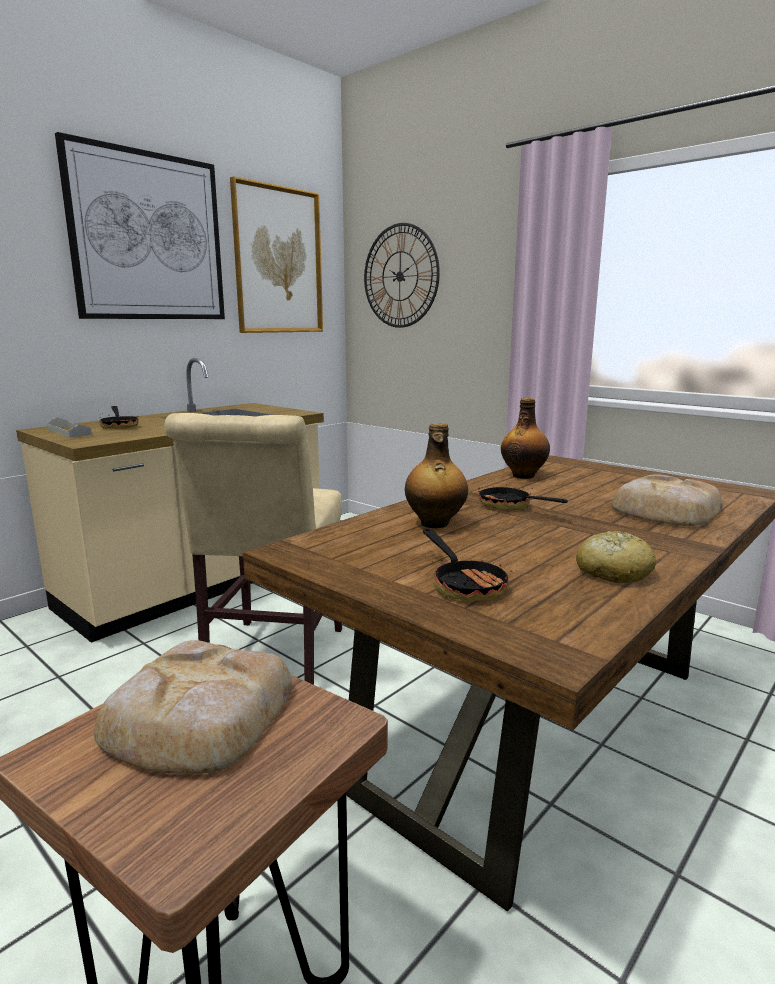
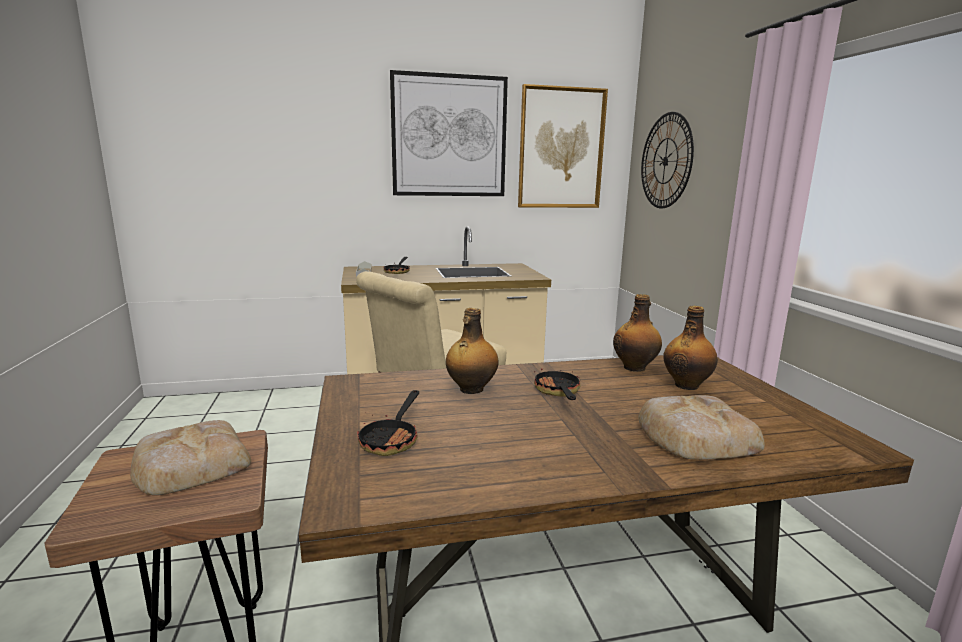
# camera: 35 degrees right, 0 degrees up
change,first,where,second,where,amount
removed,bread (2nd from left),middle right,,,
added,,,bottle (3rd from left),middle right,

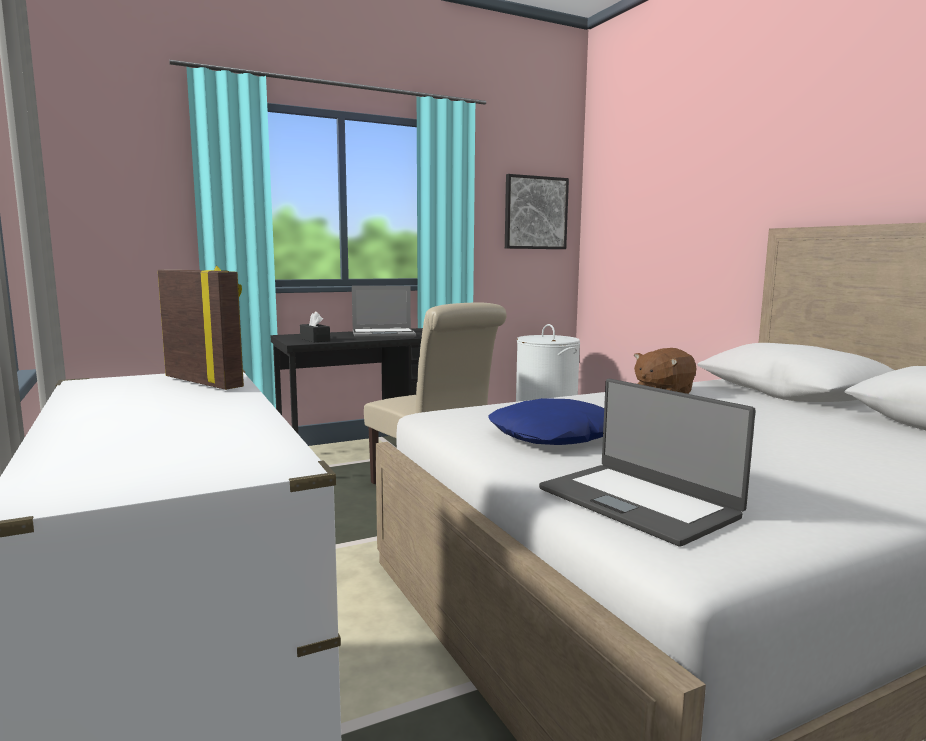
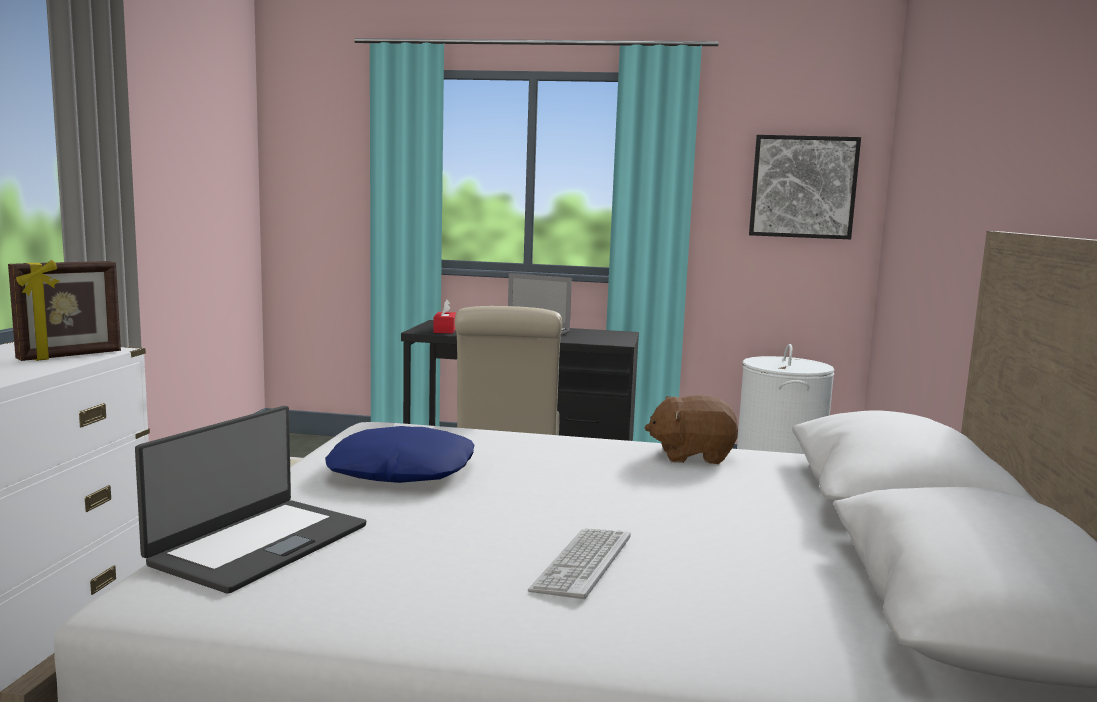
# camera: 35 degrees right, 0 degrees up
change,first,where,second,where,amount
turned,standing_frame,middle left,,middle left,60 degrees clockwise
recoloured,black-coloured_tissue_holder,centre,red-coloured_tissue_holder,centre,
turned,portable_computer (2nd from left in the first image),middle right,portable_computer (1st from left),bottom left,150 degrees counterclockwise
added,,,PC_keyboard,bottom centre,

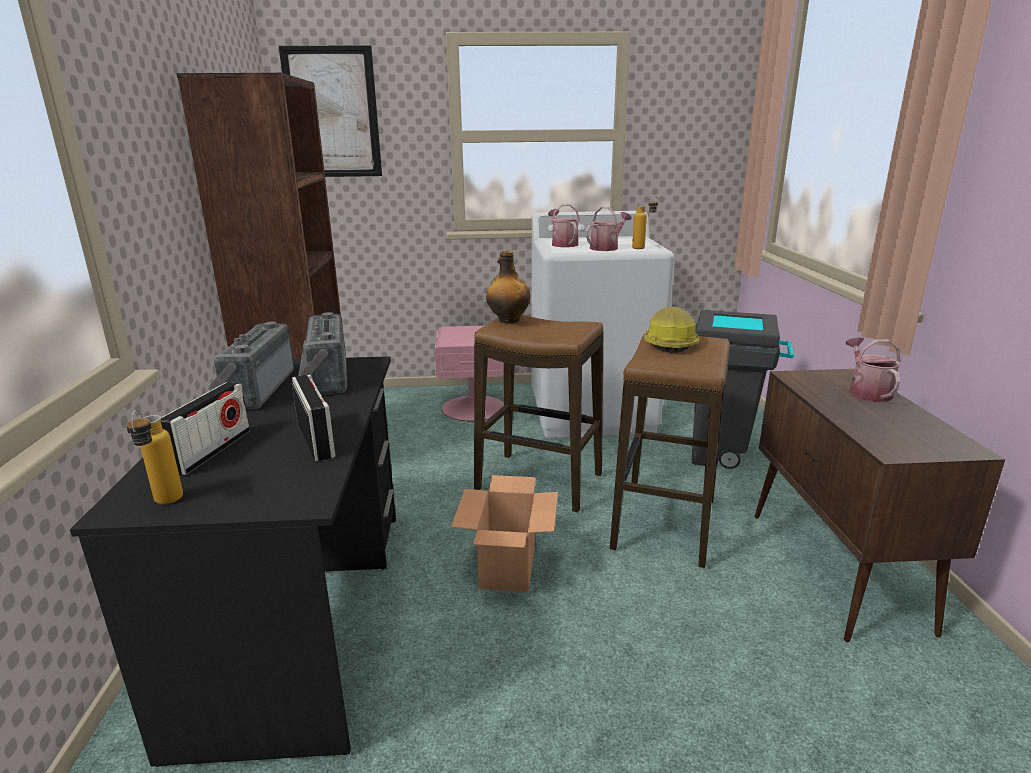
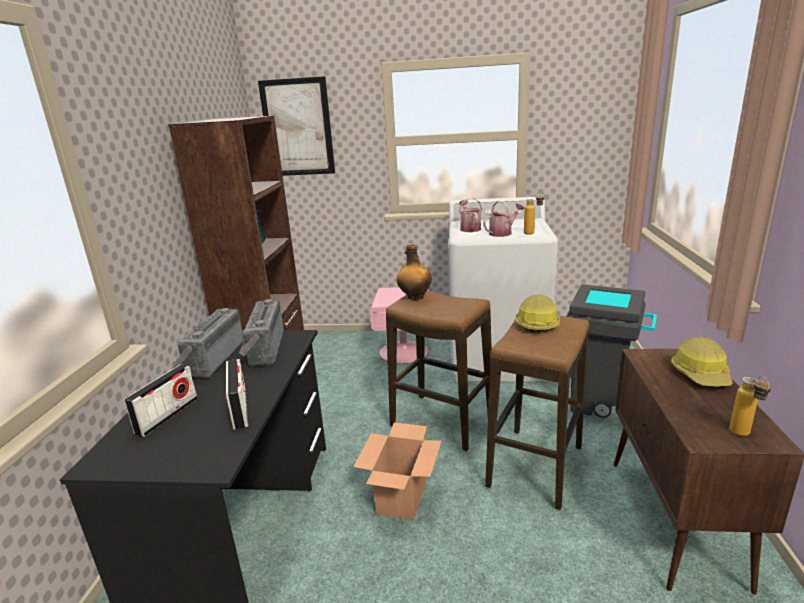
# camera: 10 degrees right, 0 degrees up
change,first,where,second,where,amount
replaced,watering_can (3rd from left),middle right,work_helmet (2nd from left),middle right,
moved,bottle (1st from left in the first image),middle left,bottle (3rd from left),bottom right,

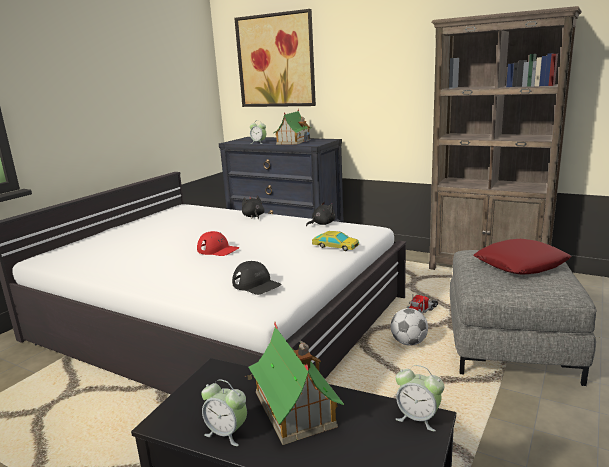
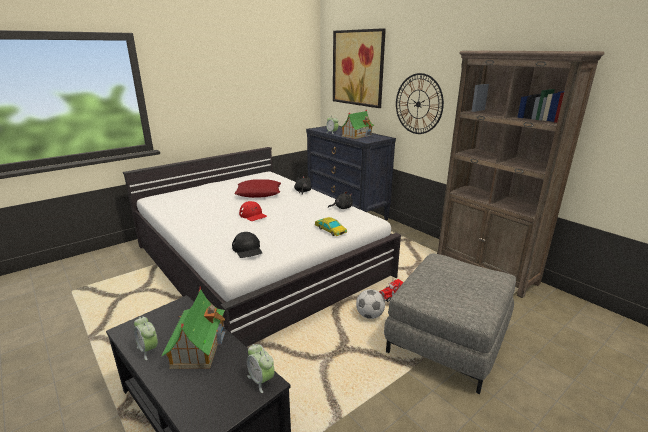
# camera: 20 degrees right, 5 degrees up
change,first,where,second,where,amount
moved,red-coloured_pillow,middle right,,centre,
added,,,wall_clock,top centre,

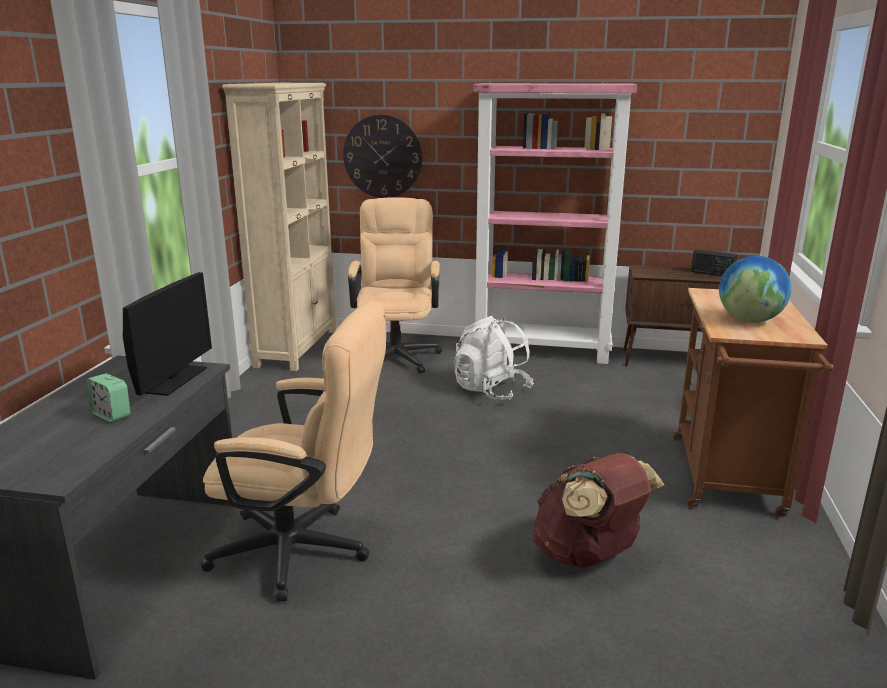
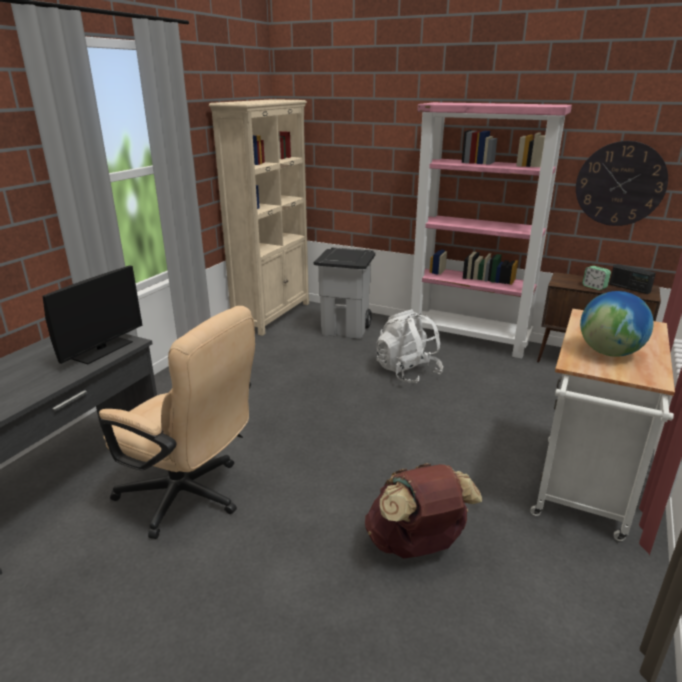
# camera: 15 degrees right, 5 degrees up
change,first,where,second,where,amount
moved,wall_clock,top centre,,top right,
replaced,sand-coloured_computer_chair (2nd from left),centre,grey_rubbish_bin,centre,
recoloured,brownish_trolley,middle right,whitish_trolley,middle right,
moved,alarm_clock,middle left,,middle right,

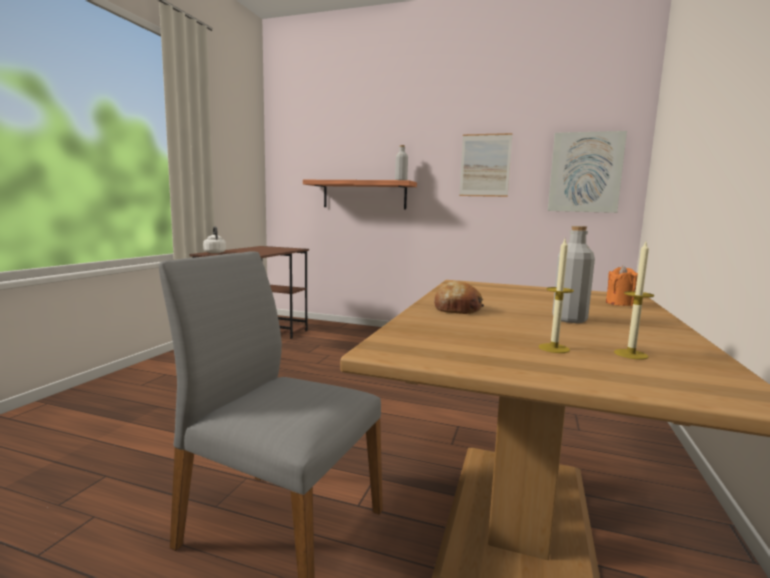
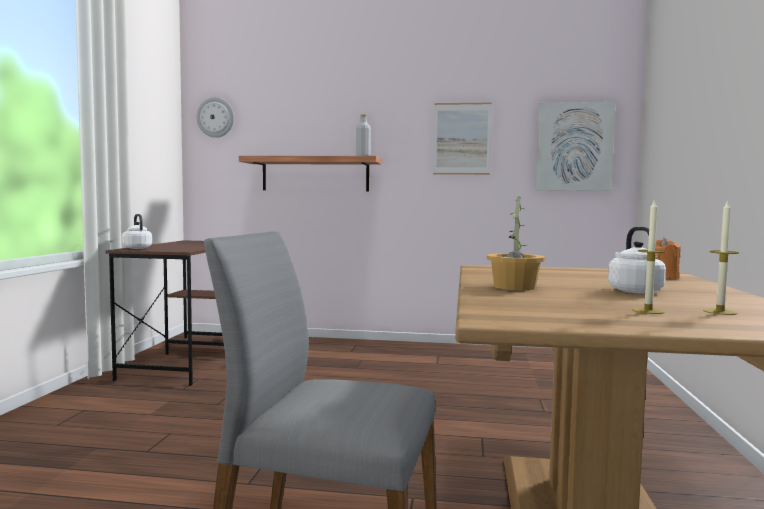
# camera: 10 degrees left, 5 degrees down
change,first,where,second,where,amount
replaced,grey_bottle (2nd from left),middle right,whitish_water_kettle (2nd from left),middle right,
replaced,bread,centre,plant_in_a_pot,middle right,
added,,,wall_clock,top left,

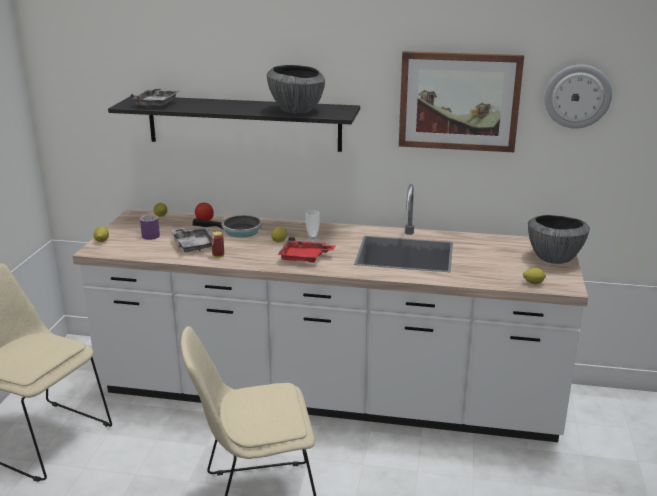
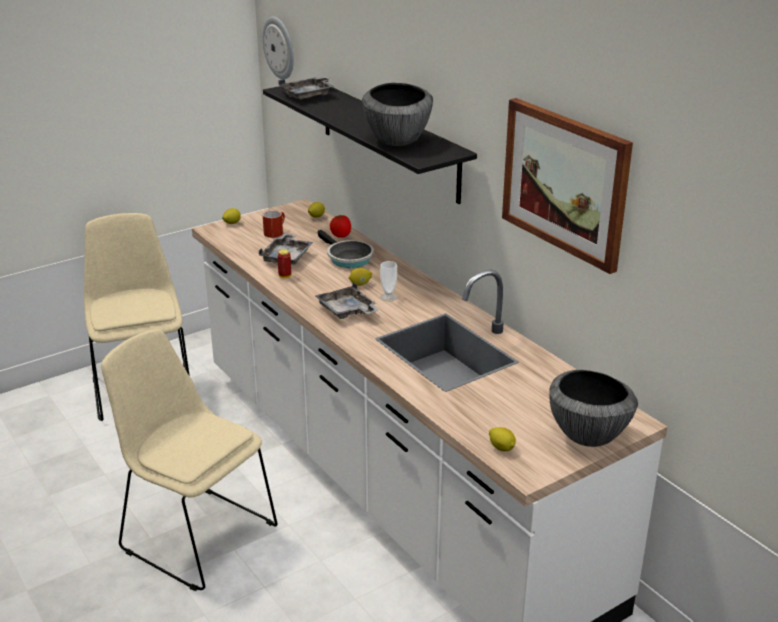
# camera: 45 degrees right, 5 degrees up
change,first,where,second,where,amount
moved,wall_clock,top right,,top centre,
recoloured,purplish_mug,middle left,red-coloured_mug,centre,
recoloured,red-coloured_tray,centre,grey_tray (3rd from left),centre,

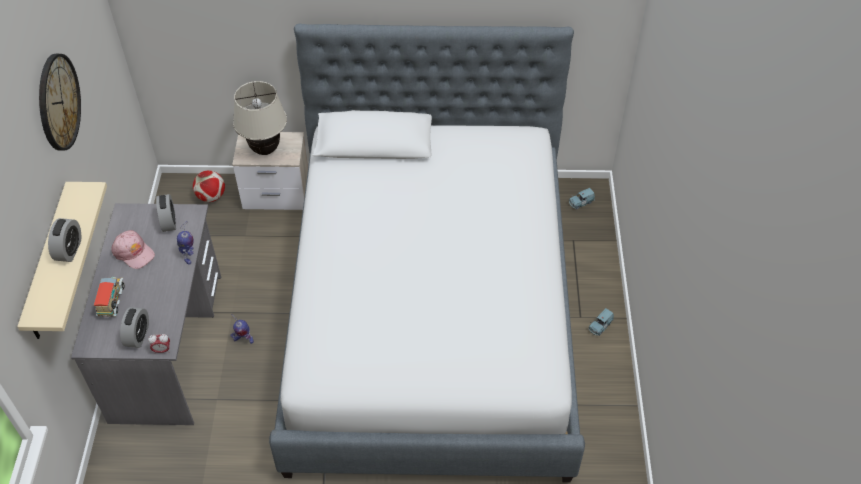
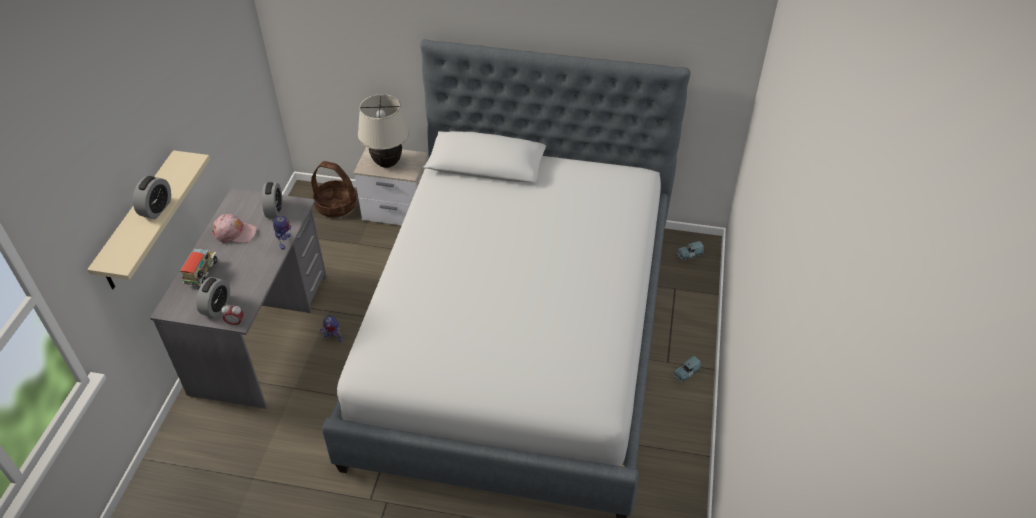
# camera: 10 degrees right, 5 degrees down
change,first,where,second,where,amount
removed,wall_clock,top left,,,
replaced,football,middle left,basket,middle left,
turned,pink_peaked_cap,middle left,,middle left,45 degrees counterclockwise

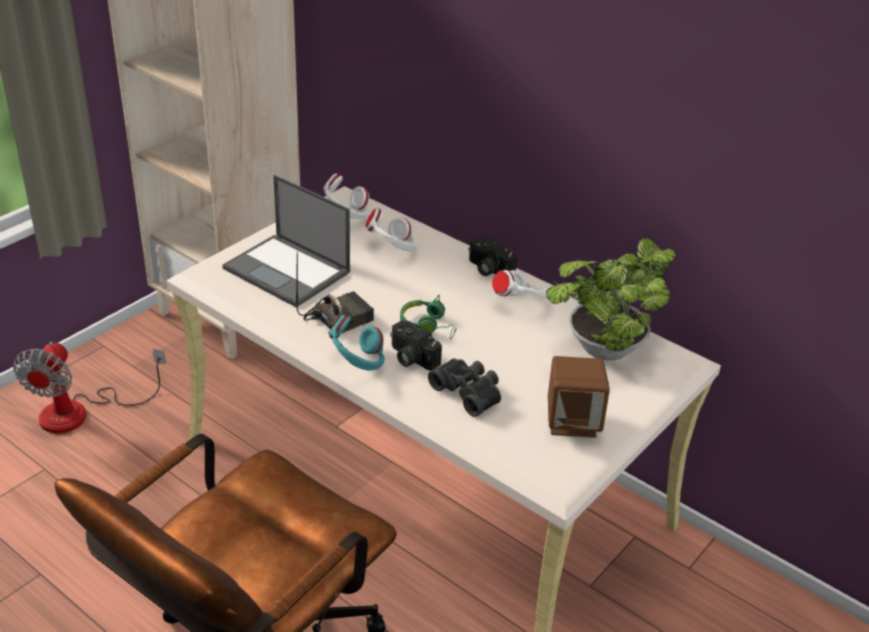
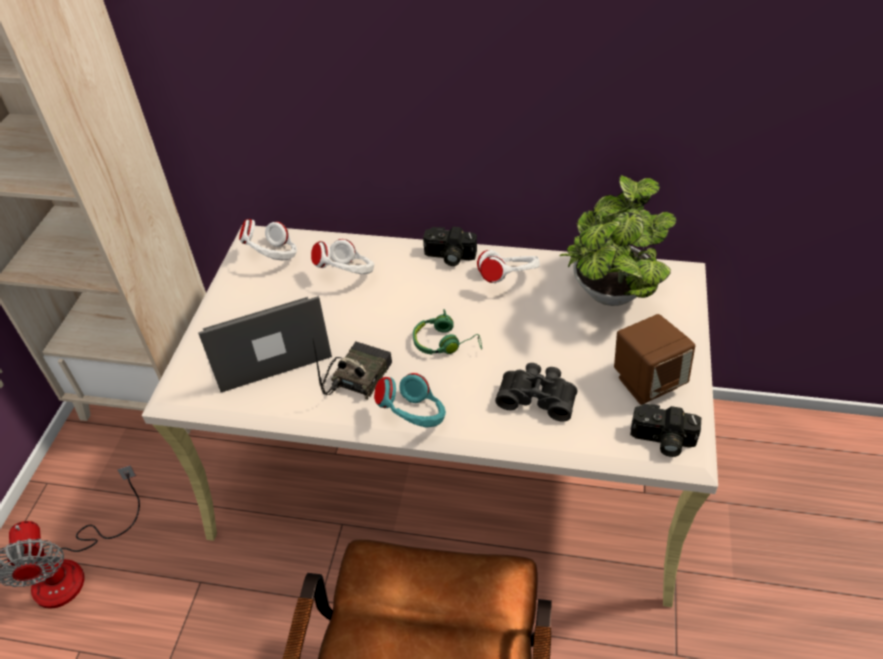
# camera: 25 degrees left, 10 degrees up
change,first,where,second,where,amount
turned,portable_computer,middle left,,middle left,150 degrees clockwise
moved,still_camera (1st from left in the first image),centre,still_camera (2nd from left),middle right,

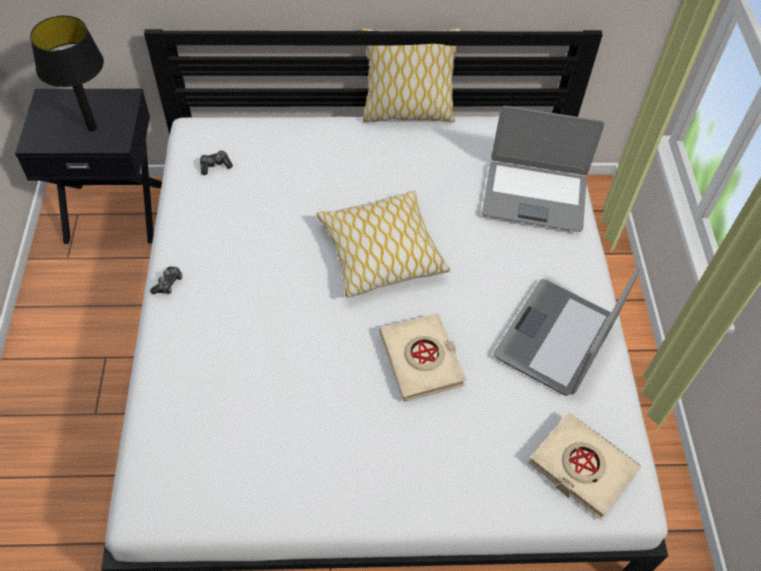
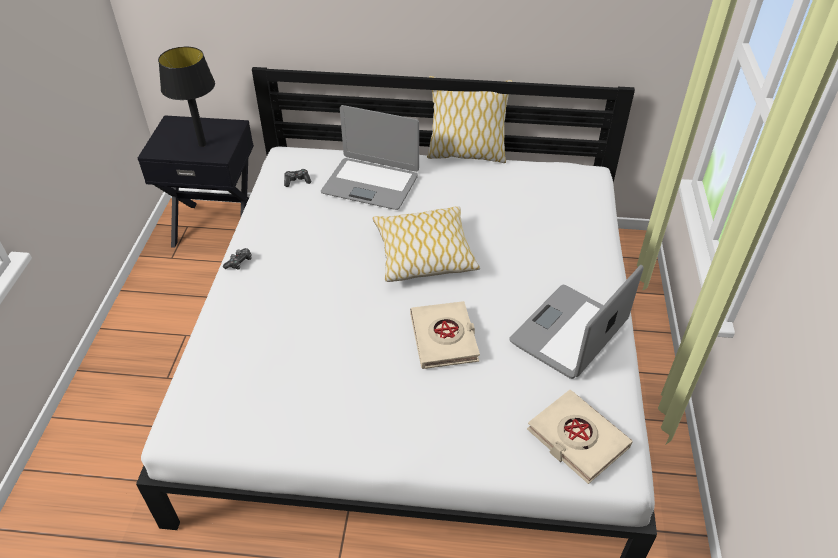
# camera: 10 degrees right, 10 degrees down
change,first,where,second,where,amount
moved,portable_computer (1st from left),top right,,top centre,

